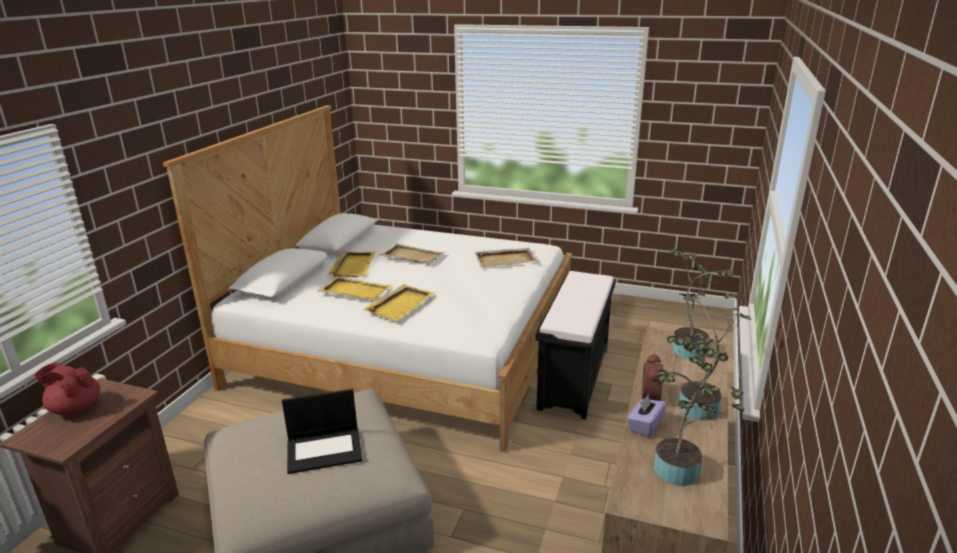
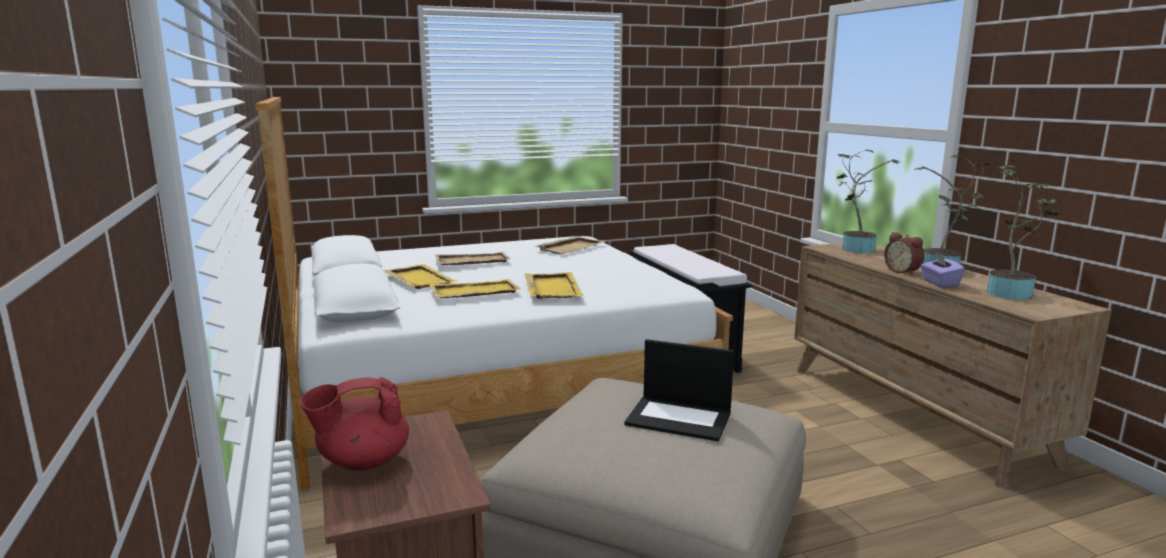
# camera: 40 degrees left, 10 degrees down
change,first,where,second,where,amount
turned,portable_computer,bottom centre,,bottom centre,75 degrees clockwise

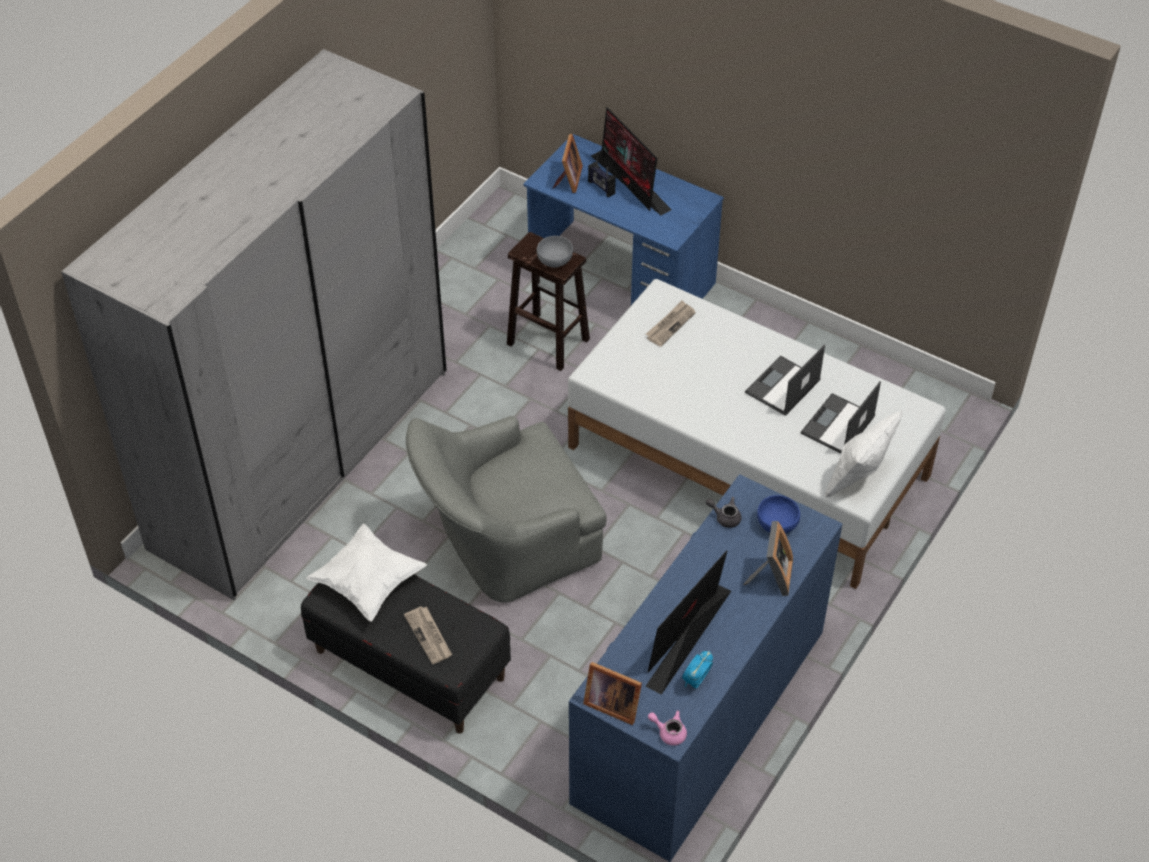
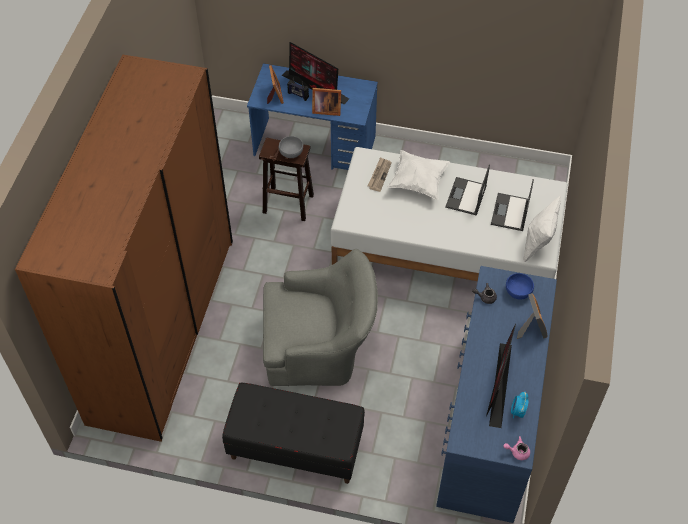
# camera: 20 degrees left, 5 degrees up
change,first,where,second,where,amount
recoloured,grey_armoire,middle left,brownish_armoire,middle left,
turned,grey_easy_chair,centre,,centre,135 degrees counterclockwise
moved,whitish_pillow (1st from left),middle left,,centre,
removed,newspaper (1st from left),bottom centre,,,
moved,standing_frame (2nd from left),bottom centre,,top centre,

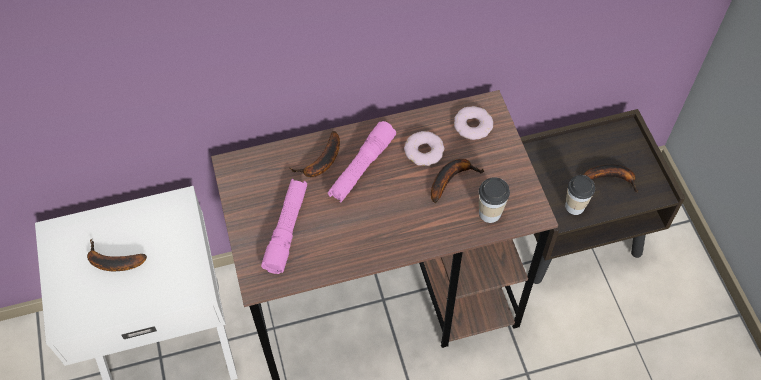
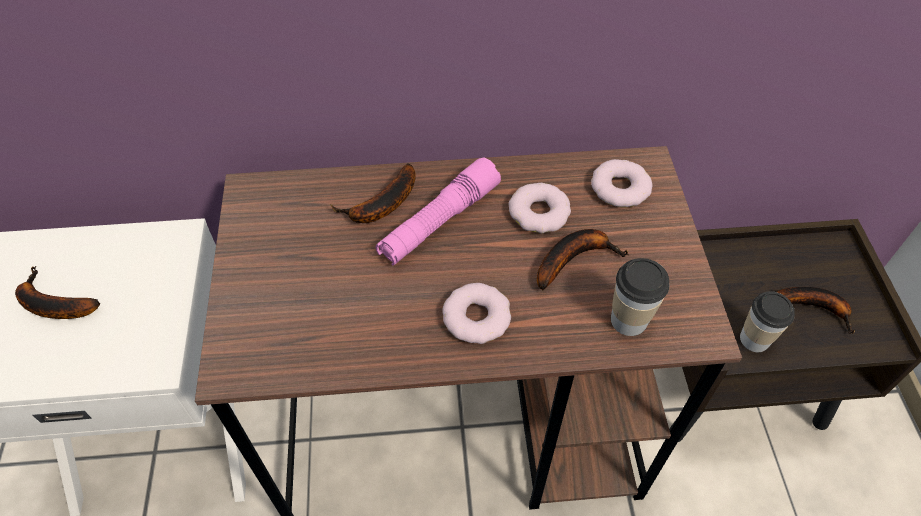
# camera: 10 degrees right, 5 degrees down
change,first,where,second,where,amount
removed,pink_flashlight (1st from left),centre,,,
added,,,ring_doughnut (1st from left),centre,

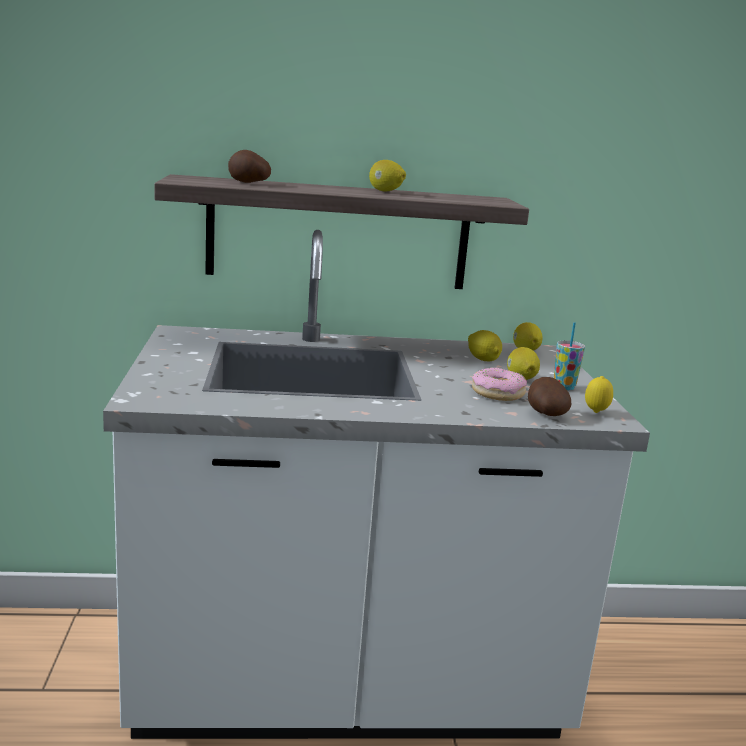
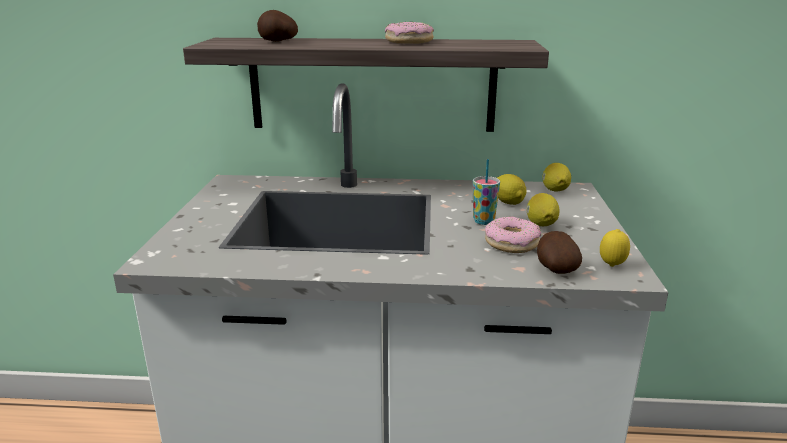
# camera: 10 degrees right, 5 degrees up
change,first,where,second,where,amount
replaced,lemon (1st from left),top centre,ring_doughnut (1st from left),top centre,
moved,cup,middle right,,centre,

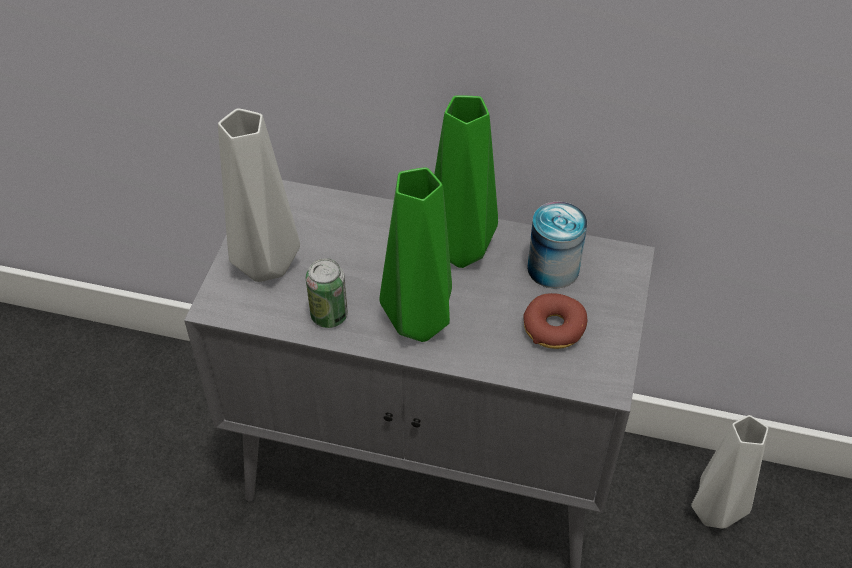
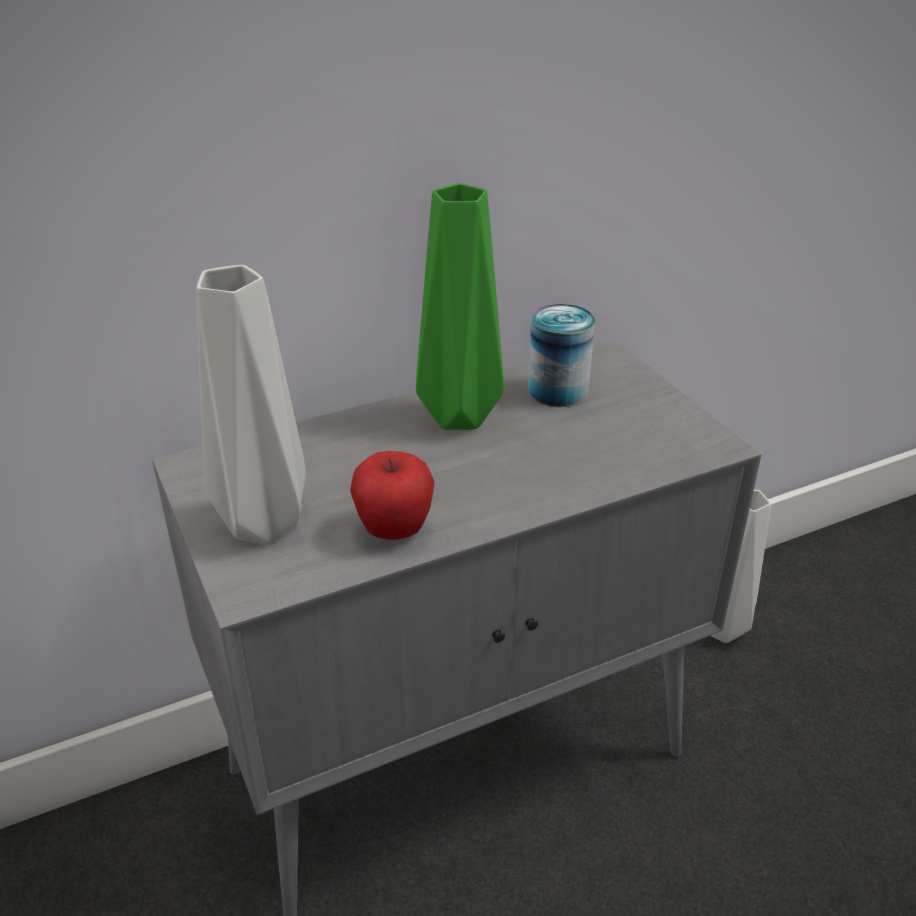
# camera: 40 degrees left, 15 degrees down
change,first,where,second,where,amount
removed,green_vase (1st from left),centre,,,
replaced,can (1st from left),centre,whole_apple,centre,
removed,ring_doughnut,centre,,,

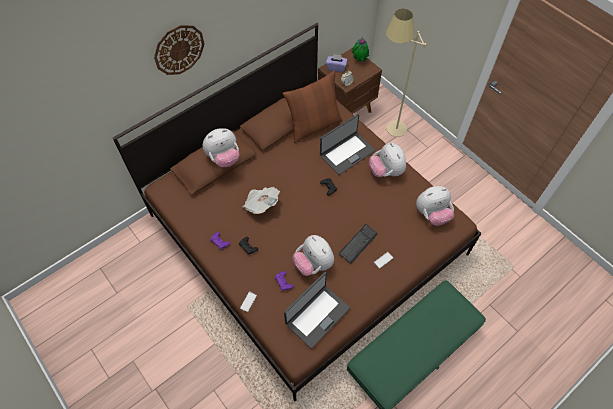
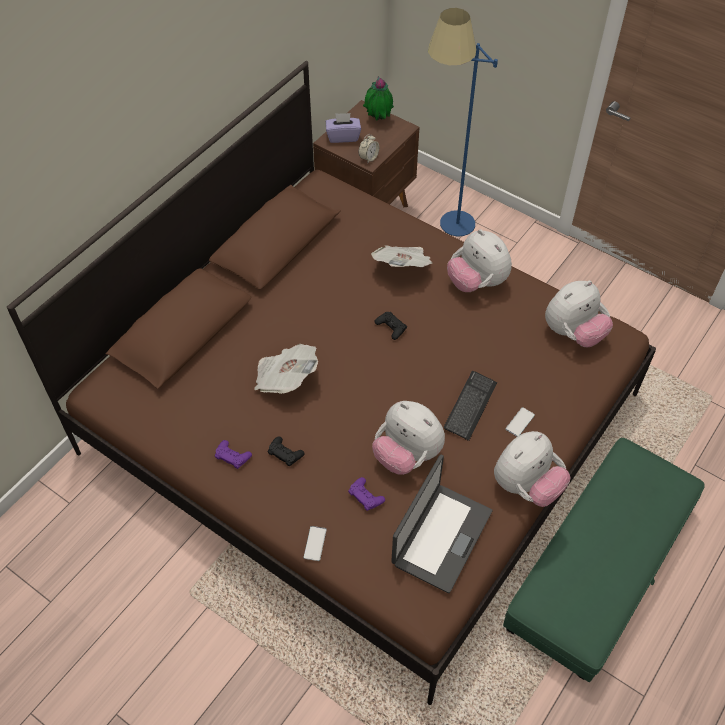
# camera: 15 degrees left, 5 degrees down
change,first,where,second,where,amount
recoloured,sand-coloured_floor_lamp,top centre,blue-coloured_floor_lamp,top centre,
removed,wall_clock,top left,,,
removed,brownish_pillow,top centre,,,
replaced,portable_computer (2nd from left),centre,newspaper (2nd from left),centre,
moved,cuddly_toy (1st from left in the first image),centre,cuddly_toy (3rd from left),middle right,

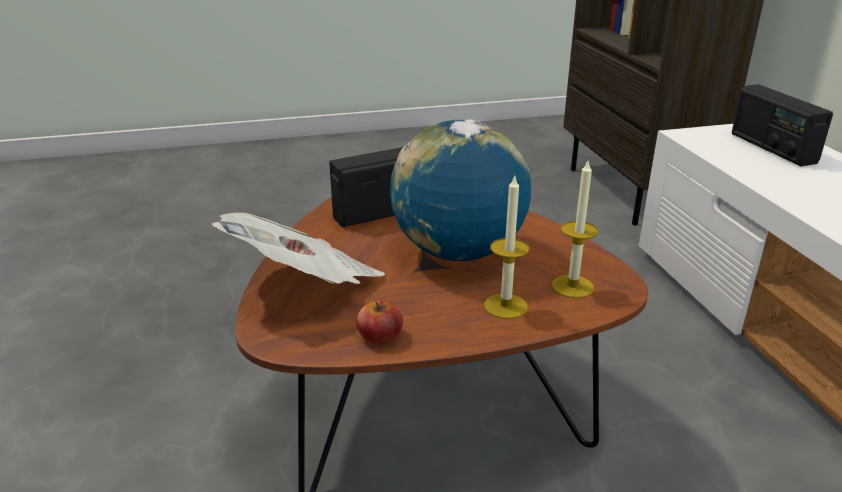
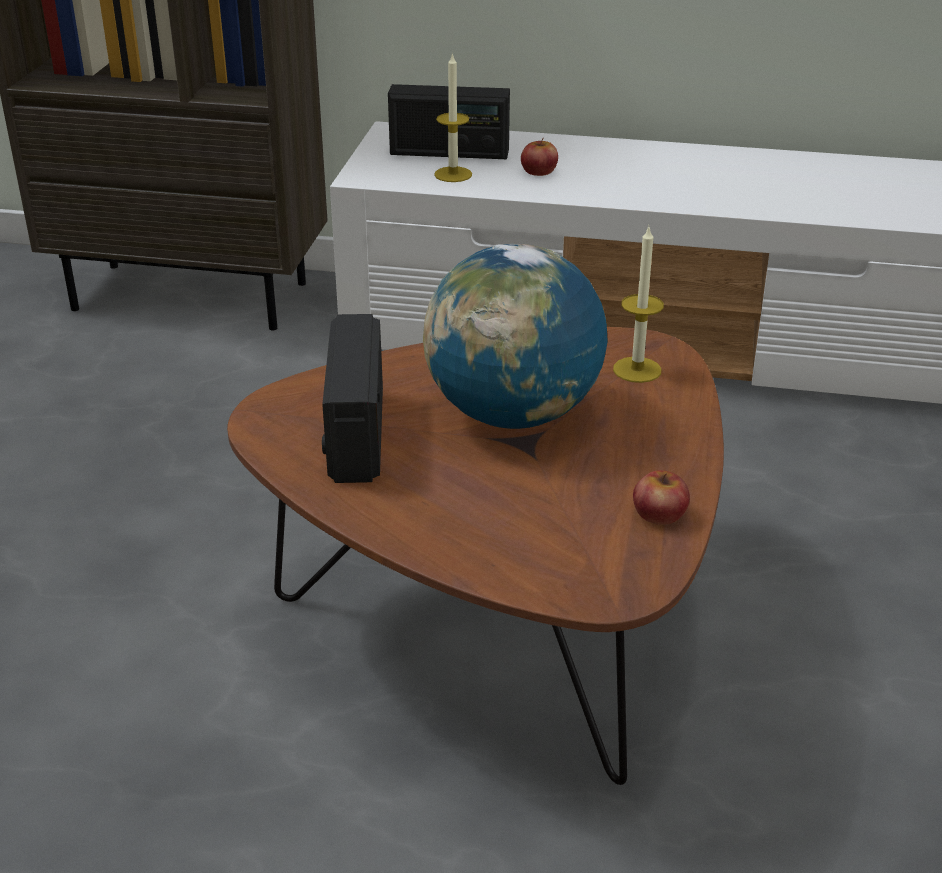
# camera: 65 degrees left, 5 degrees up
change,first,where,second,where,amount
moved,wax_light (1st from left),centre,,top centre,
removed,newspaper,centre,,,
added,,,whole_apple (1st from left),top centre,

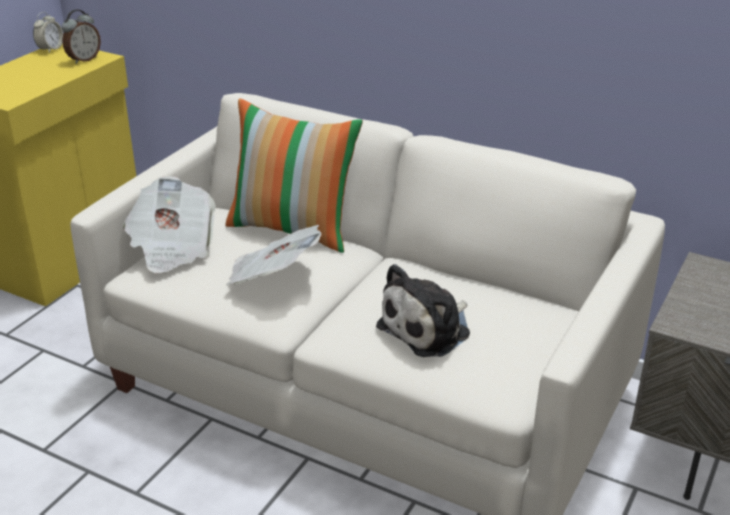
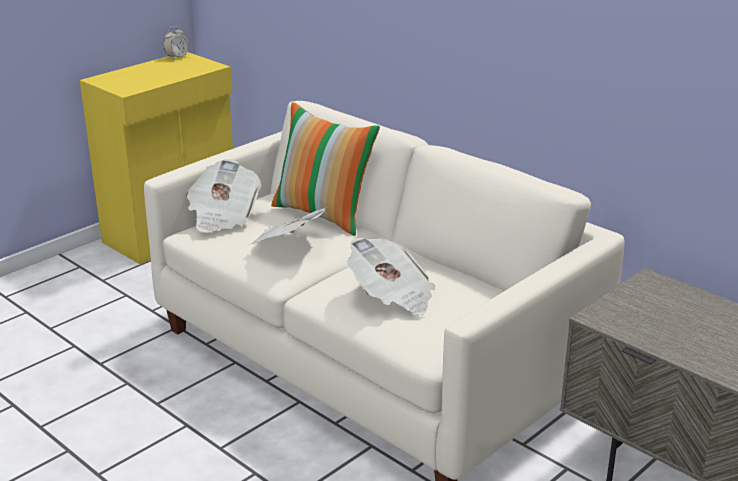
# camera: 15 degrees right, 5 degrees down
change,first,where,second,where,amount
removed,alarm_clock (2nd from left),top left,,,
replaced,cuddly_toy,centre,newspaper (3rd from left),centre,

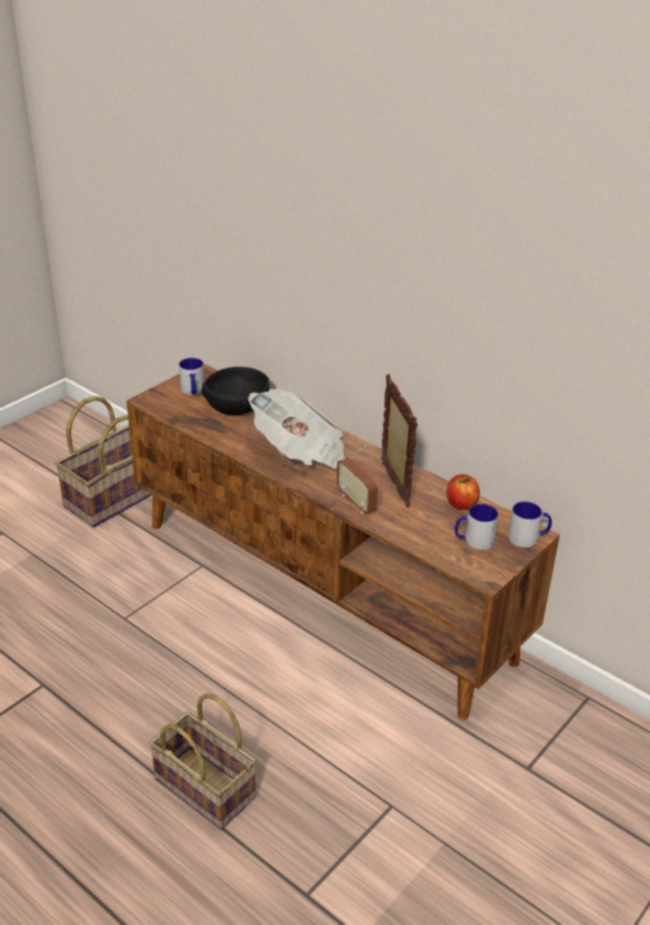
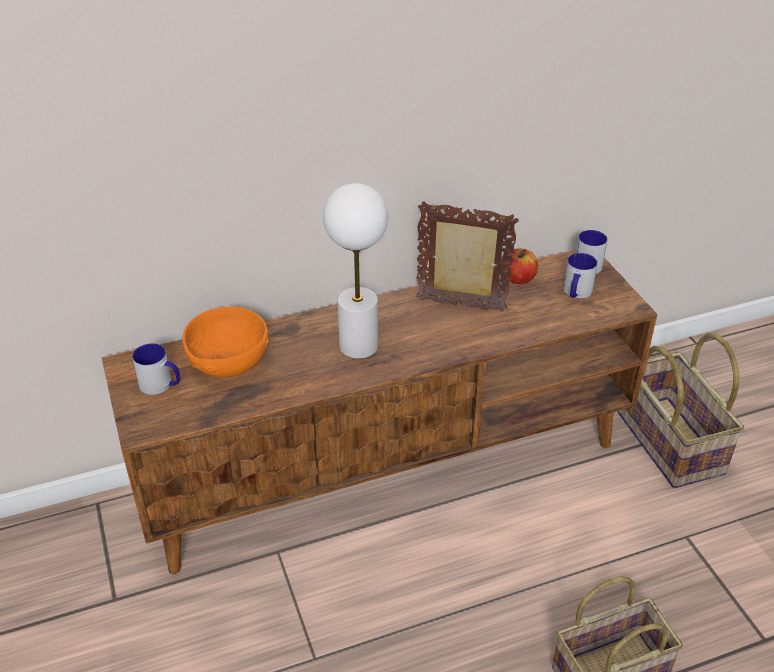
# camera: 60 degrees left, 5 degrees up
change,first,where,second,where,amount
recoloured,black-coloured_serving_bowl,centre,orange_serving_bowl,middle left,
replaced,newspaper,centre,whitish_tabletop_lamp,centre,
moved,basket (1st from left in the first image),middle left,basket (2nd from left),middle right,
removed,radio_receiver,centre,,,

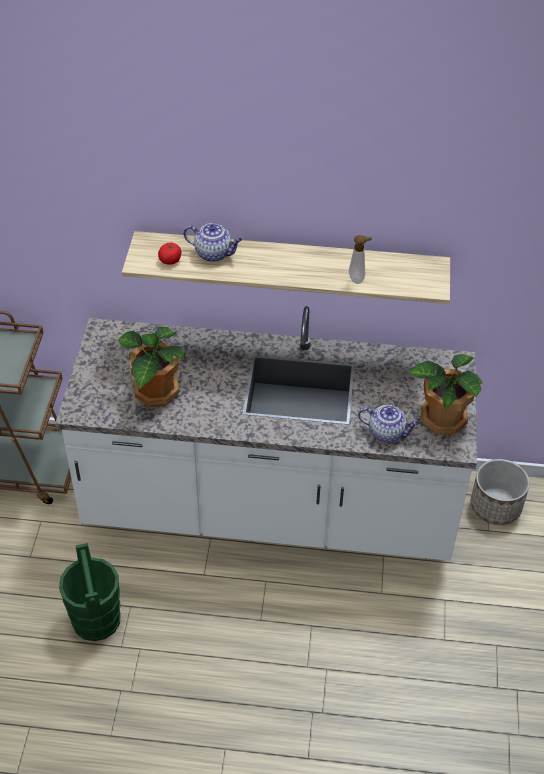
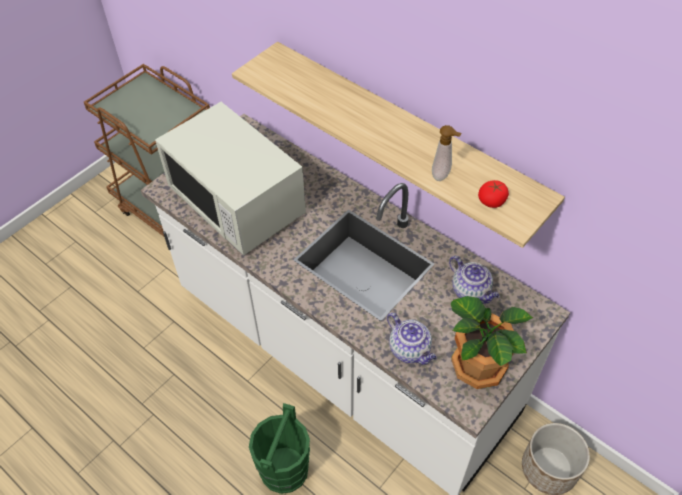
# camera: 35 degrees right, 5 degrees up
change,first,where,second,where,amount
moved,teapot (1st from left in the first image),top centre,teapot (2nd from left),middle right,
moved,fresh_tomato,top left,,middle right,
replaced,plant_in_a_pot (1st from left),middle left,whitish_microwave,centre,
moved,green_bucket,bottom left,,bottom centre,

